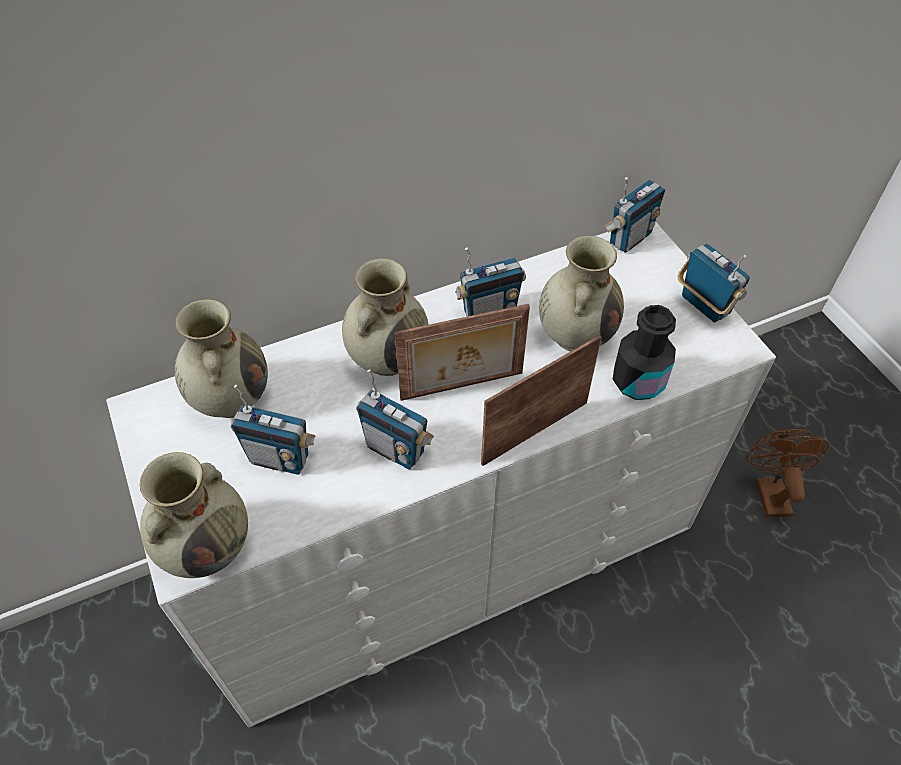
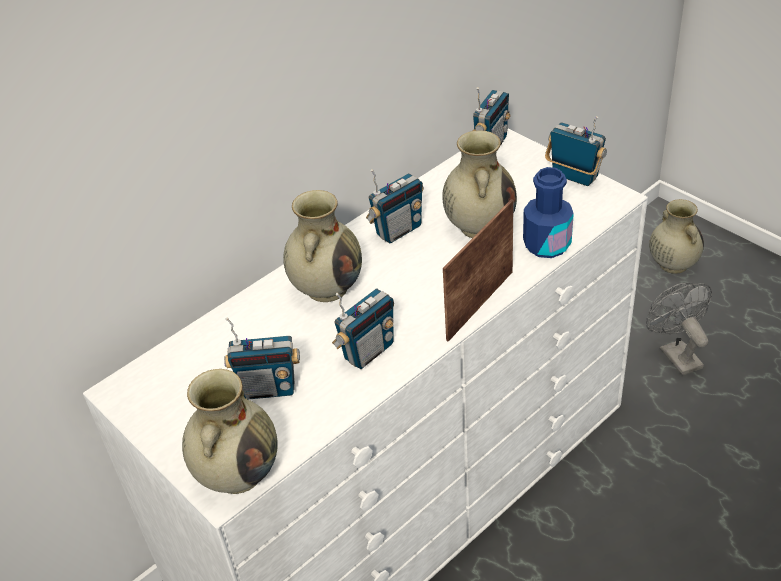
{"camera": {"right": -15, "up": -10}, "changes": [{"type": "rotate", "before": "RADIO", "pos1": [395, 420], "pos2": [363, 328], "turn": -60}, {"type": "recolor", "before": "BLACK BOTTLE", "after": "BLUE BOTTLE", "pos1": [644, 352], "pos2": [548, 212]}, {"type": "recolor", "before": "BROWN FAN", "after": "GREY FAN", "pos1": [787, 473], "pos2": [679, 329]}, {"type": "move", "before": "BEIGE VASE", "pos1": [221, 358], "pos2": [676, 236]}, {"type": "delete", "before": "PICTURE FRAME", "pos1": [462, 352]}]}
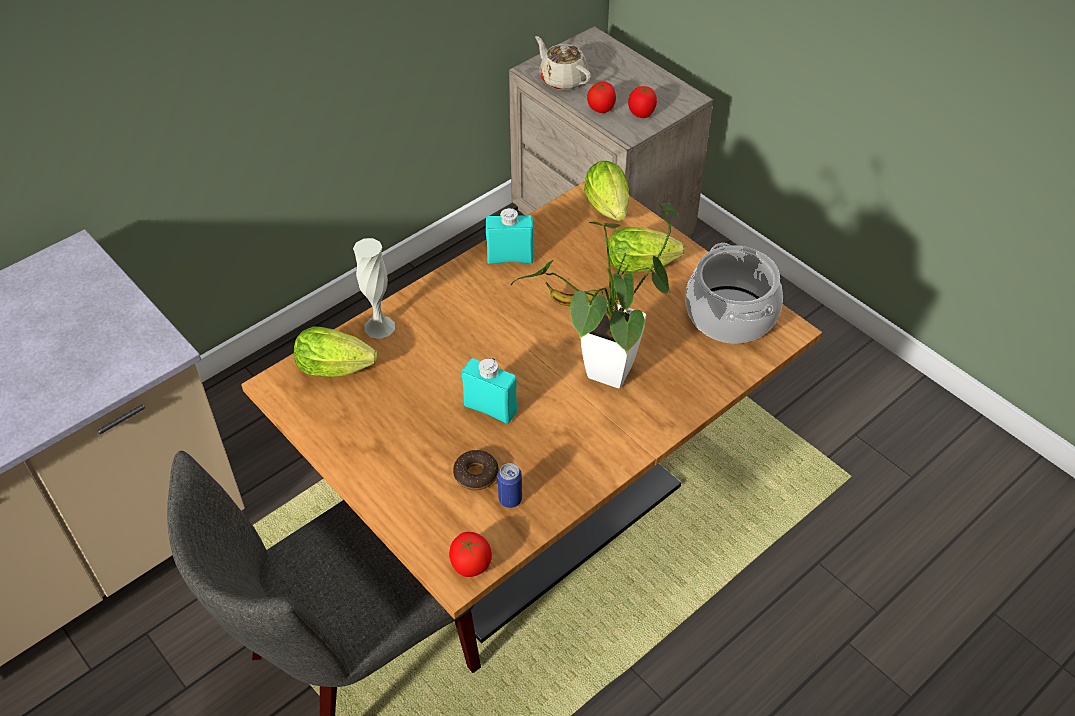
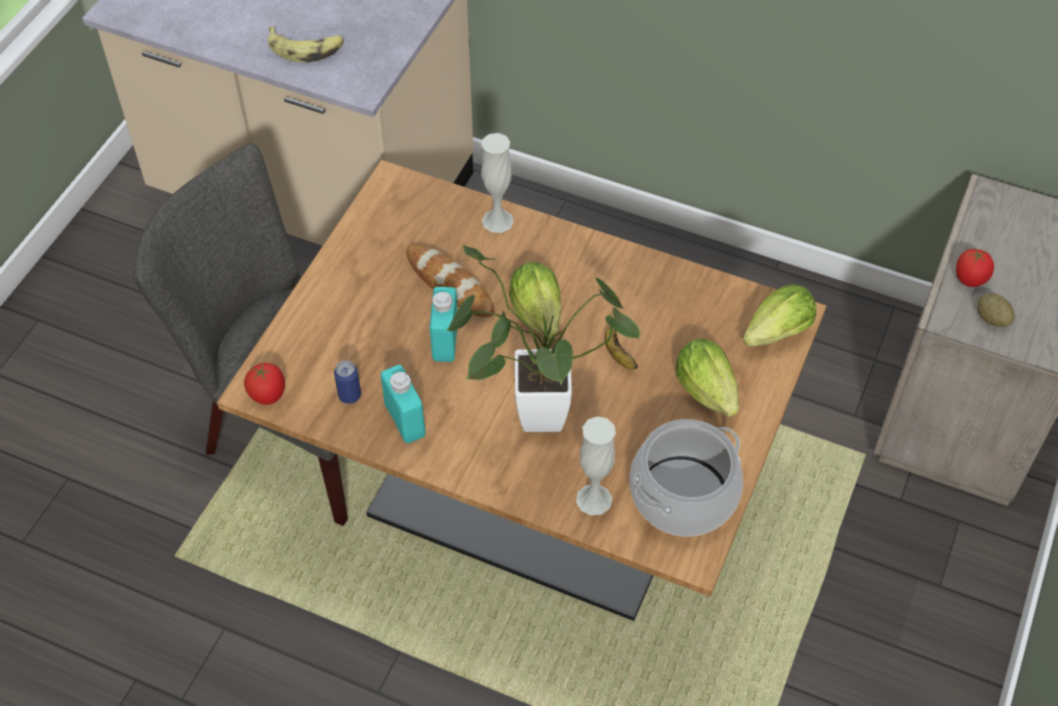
{"camera": {"right": 65, "up": 5}, "changes": [{"type": "insert", "after": "BANANA", "pos2": [306, 44]}, {"type": "move", "before": "TURQUOISE BOTTLE", "pos1": [509, 235], "pos2": [403, 404]}, {"type": "insert", "after": "BREAD", "pos2": [450, 280]}, {"type": "move", "before": "LETTUCE", "pos1": [335, 351], "pos2": [535, 300]}, {"type": "insert", "after": "WHITE VASE", "pos2": [596, 466]}, {"type": "replace", "before": "TOMATO", "after": "POTATO", "pos1": [642, 102], "pos2": [996, 310]}, {"type": "delete", "before": "DONUT", "pos1": [476, 470]}, {"type": "delete", "before": "BEIGE TEAPOT", "pos1": [563, 63]}]}
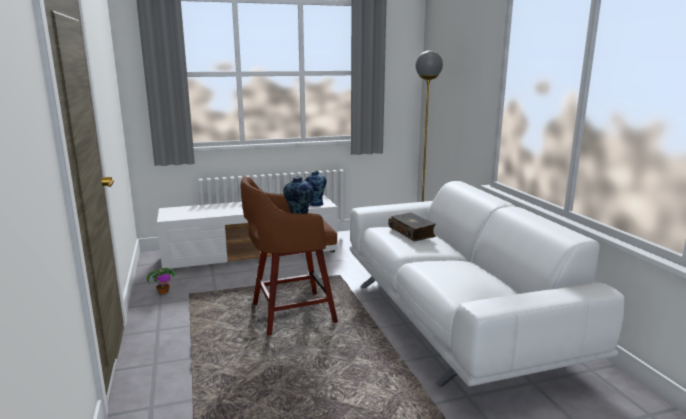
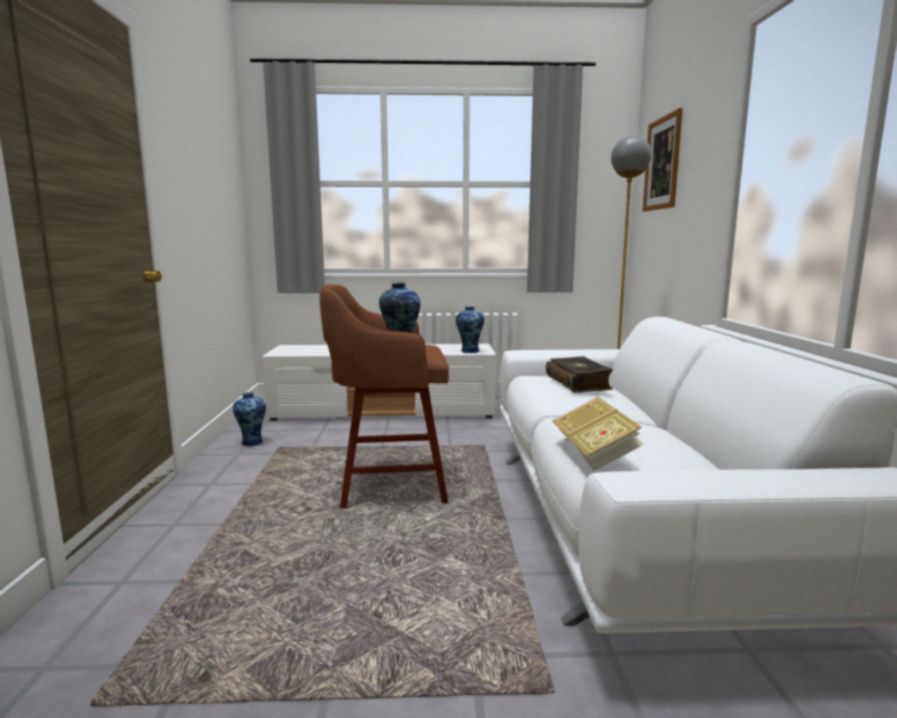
{"camera": {"right": 15, "up": -5}, "changes": [{"type": "replace", "before": "POTTED PLANT", "after": "VASE", "pos1": [161, 281], "pos2": [249, 419]}, {"type": "insert", "after": "BOOK", "pos2": [598, 434]}, {"type": "insert", "after": "PICTURE", "pos2": [663, 160]}]}
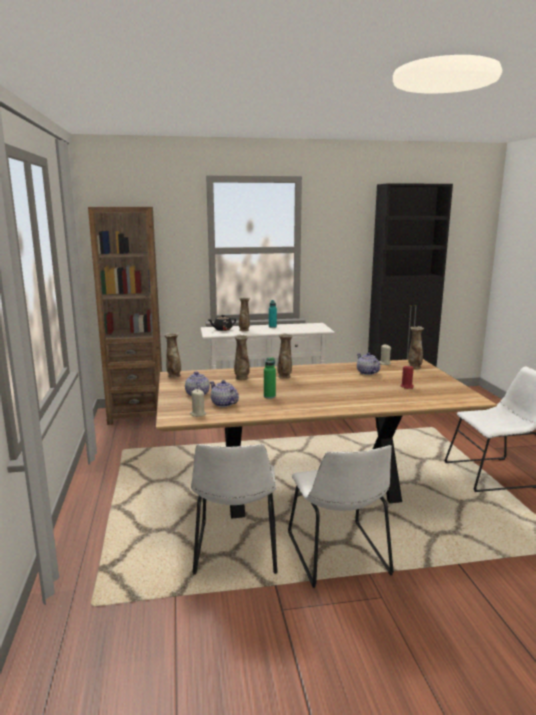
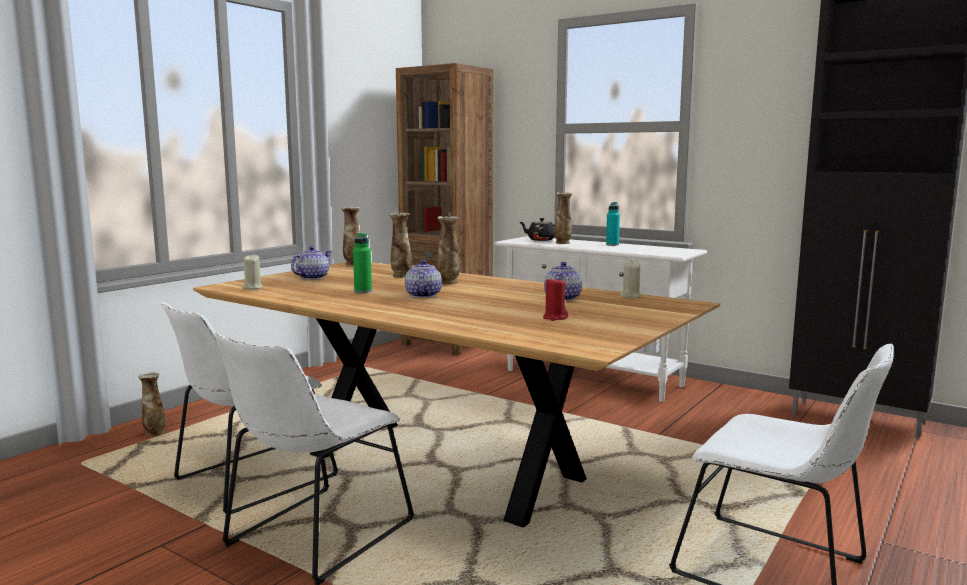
{"camera": {"right": 45, "up": -5}, "changes": [{"type": "move", "before": "VASE", "pos1": [416, 347], "pos2": [151, 404]}, {"type": "move", "before": "TEAPOT", "pos1": [224, 393], "pos2": [423, 279]}]}
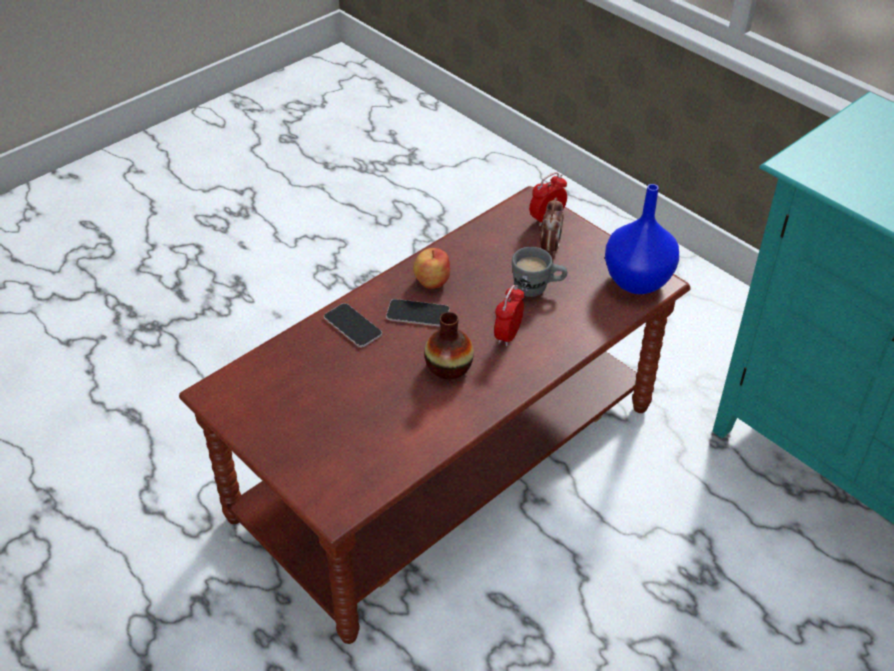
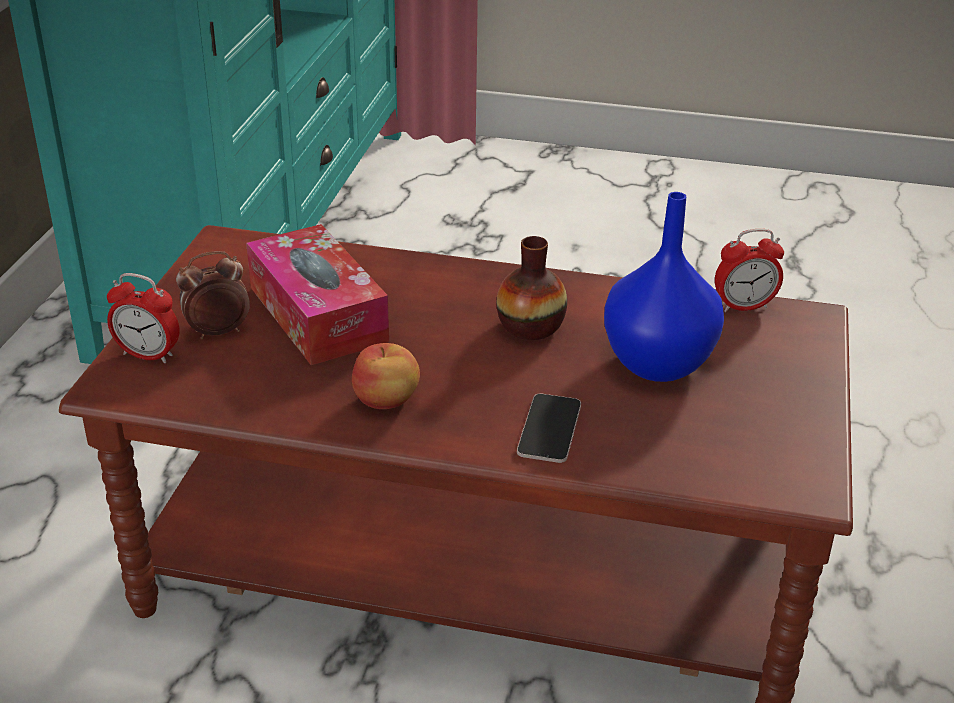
{"camera": {"right": -125, "up": -10}, "changes": [{"type": "replace", "before": "GREY MUG", "after": "TISSUE BOX", "pos1": [539, 272], "pos2": [317, 294]}, {"type": "move", "before": "BLUE VASE", "pos1": [642, 239], "pos2": [664, 287]}, {"type": "move", "before": "ALARM CLOCK", "pos1": [509, 315], "pos2": [749, 270]}, {"type": "delete", "before": "PHONE", "pos1": [418, 313]}]}
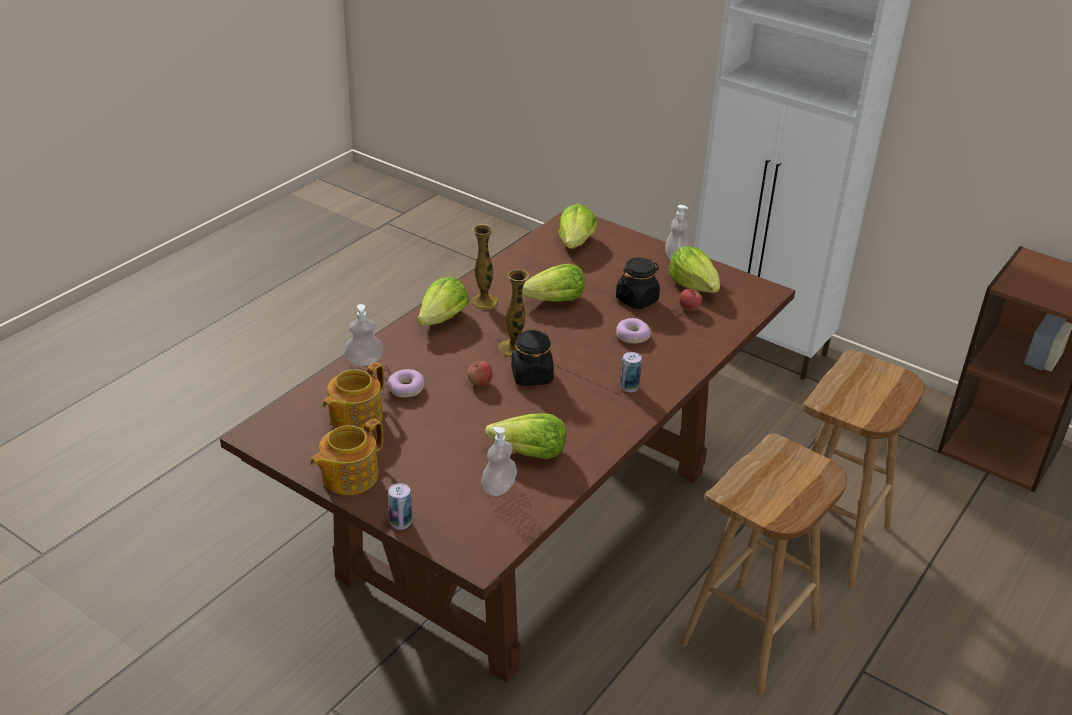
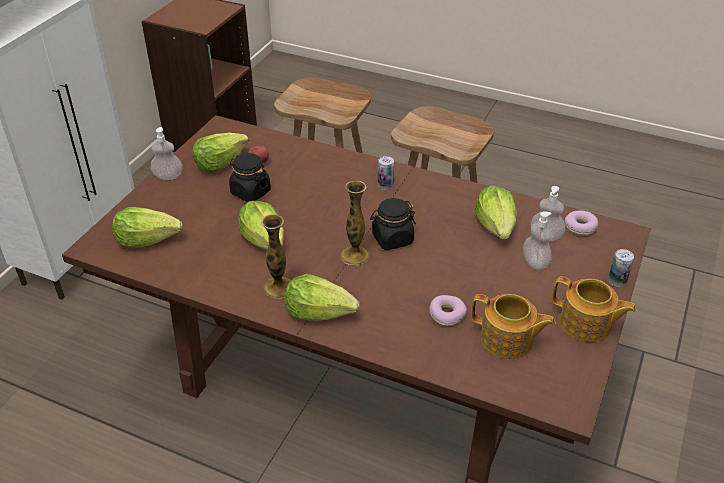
{"camera": {"right": -100, "up": 5}, "changes": [{"type": "move", "before": "SOAP DISPENSER", "pos1": [364, 335], "pos2": [537, 241]}, {"type": "move", "before": "DONUT", "pos1": [633, 331], "pos2": [582, 223]}, {"type": "delete", "before": "APPLE", "pos1": [480, 374]}]}
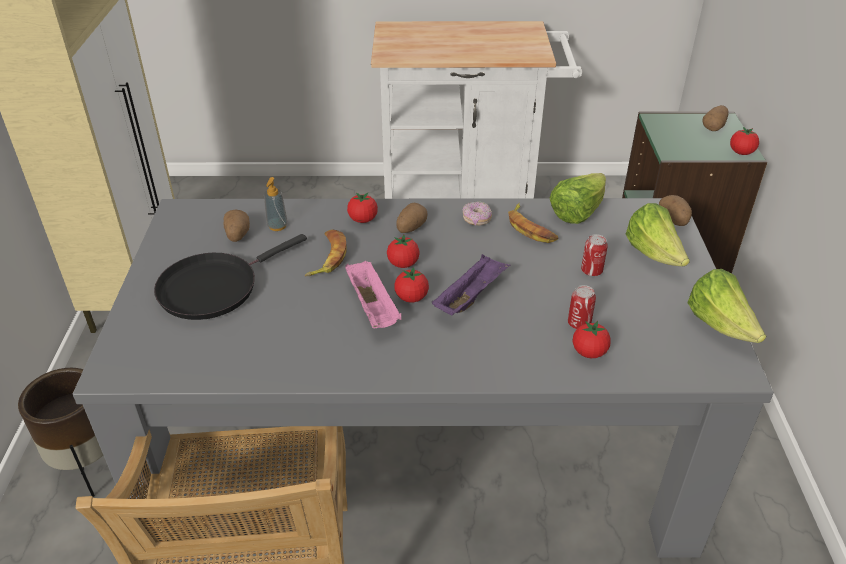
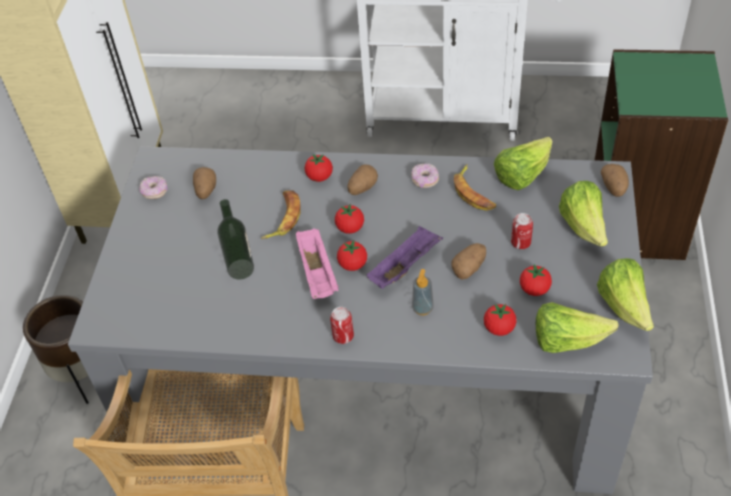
{"camera": {"right": 10, "up": 10}, "changes": [{"type": "insert", "after": "DONUT", "pos2": [153, 187]}, {"type": "insert", "after": "BOTTLE", "pos2": [235, 239]}, {"type": "move", "before": "CAN", "pos1": [582, 307], "pos2": [342, 325]}, {"type": "move", "before": "SOAP DISPENSER", "pos1": [276, 204], "pos2": [423, 292]}, {"type": "move", "before": "POTATO", "pos1": [715, 118], "pos2": [468, 261]}, {"type": "move", "before": "TOMATO", "pos1": [744, 141], "pos2": [536, 280]}, {"type": "insert", "after": "LETTUCE", "pos2": [577, 327]}, {"type": "delete", "before": "BLACK FRYING PAN", "pos1": [230, 277]}]}
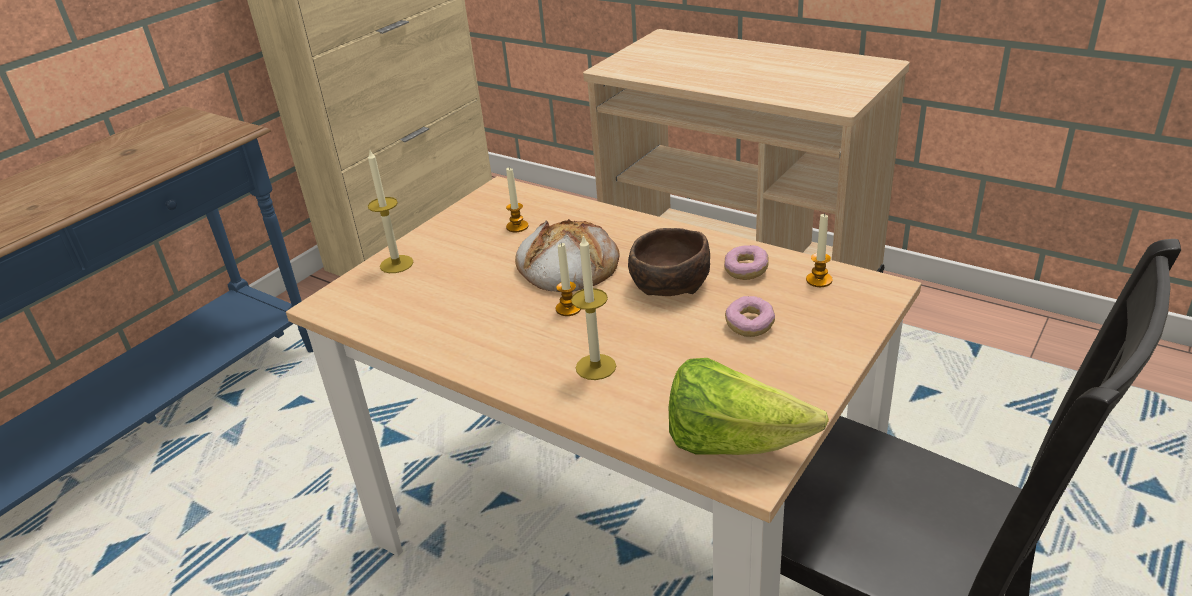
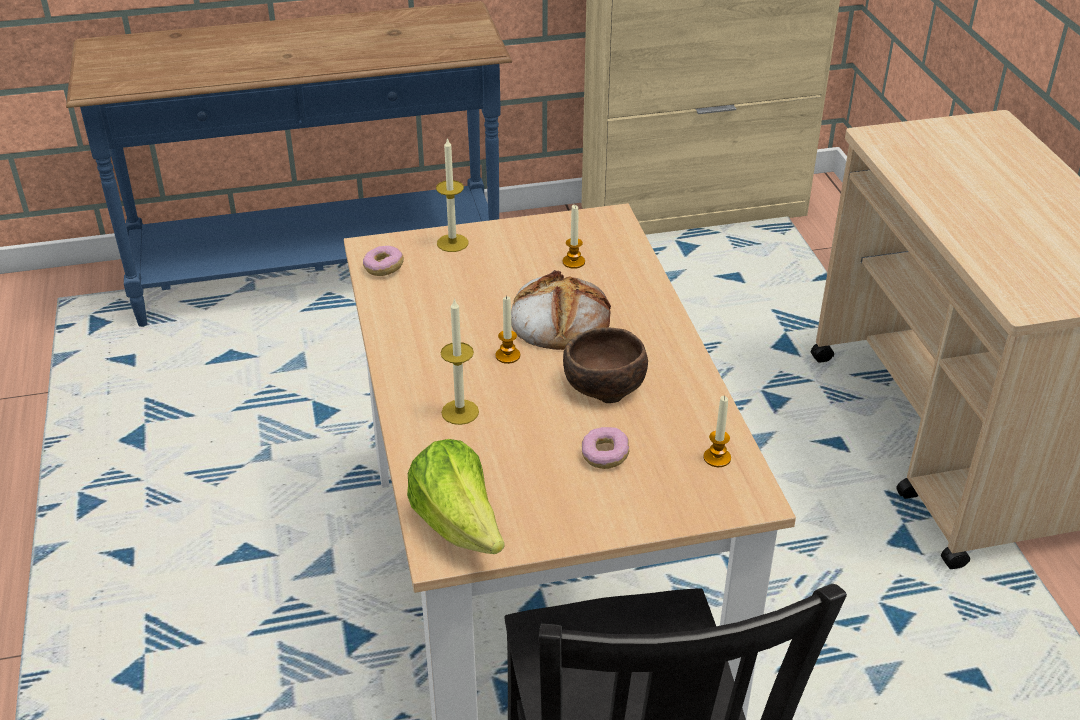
{"camera": {"right": 40, "up": 5}, "changes": [{"type": "move", "before": "DONUT", "pos1": [746, 262], "pos2": [383, 261]}]}
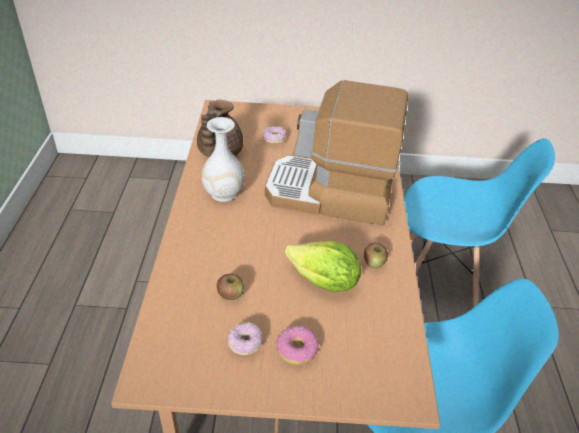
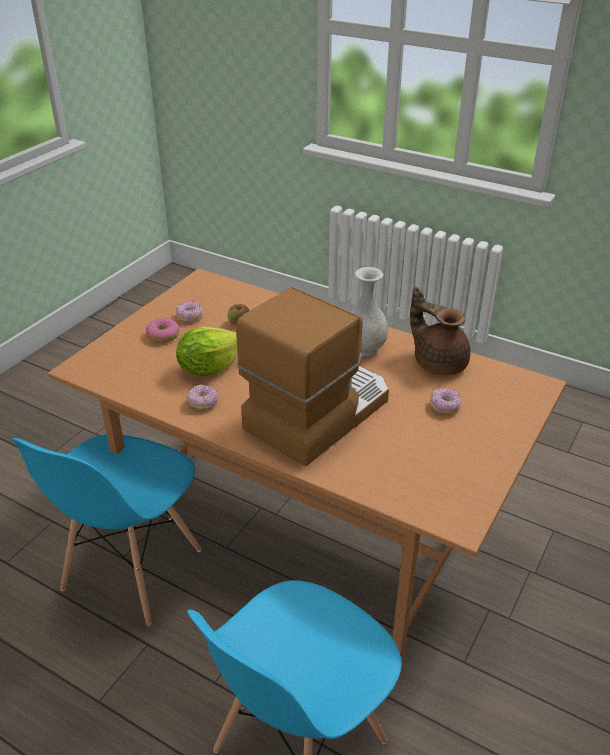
{"camera": {"right": 120, "up": -5}, "changes": [{"type": "replace", "before": "APPLE", "after": "DONUT", "pos1": [376, 255], "pos2": [202, 397]}]}
